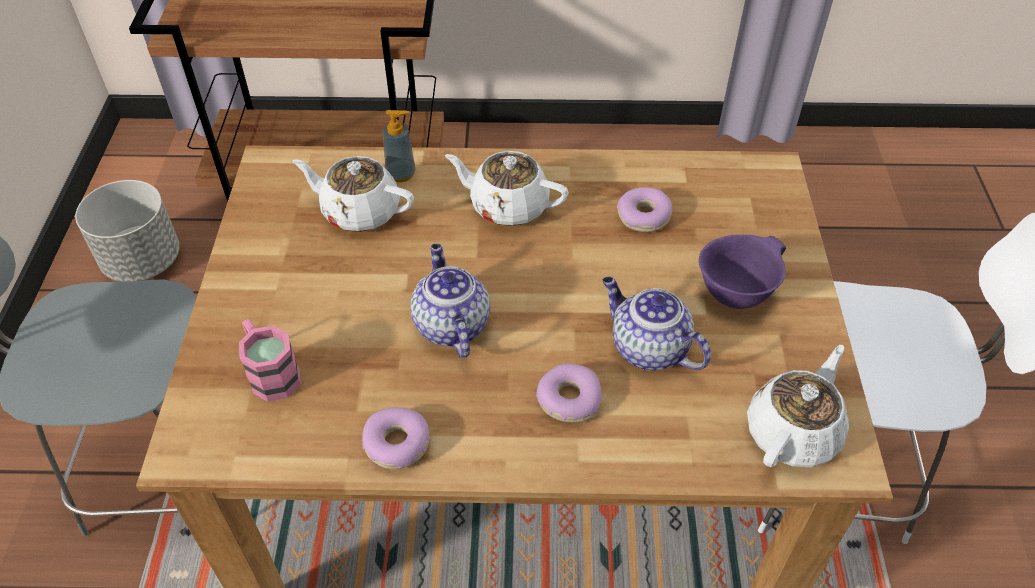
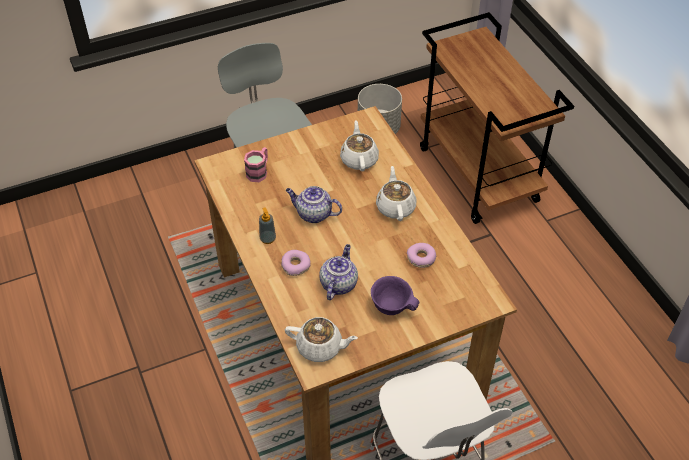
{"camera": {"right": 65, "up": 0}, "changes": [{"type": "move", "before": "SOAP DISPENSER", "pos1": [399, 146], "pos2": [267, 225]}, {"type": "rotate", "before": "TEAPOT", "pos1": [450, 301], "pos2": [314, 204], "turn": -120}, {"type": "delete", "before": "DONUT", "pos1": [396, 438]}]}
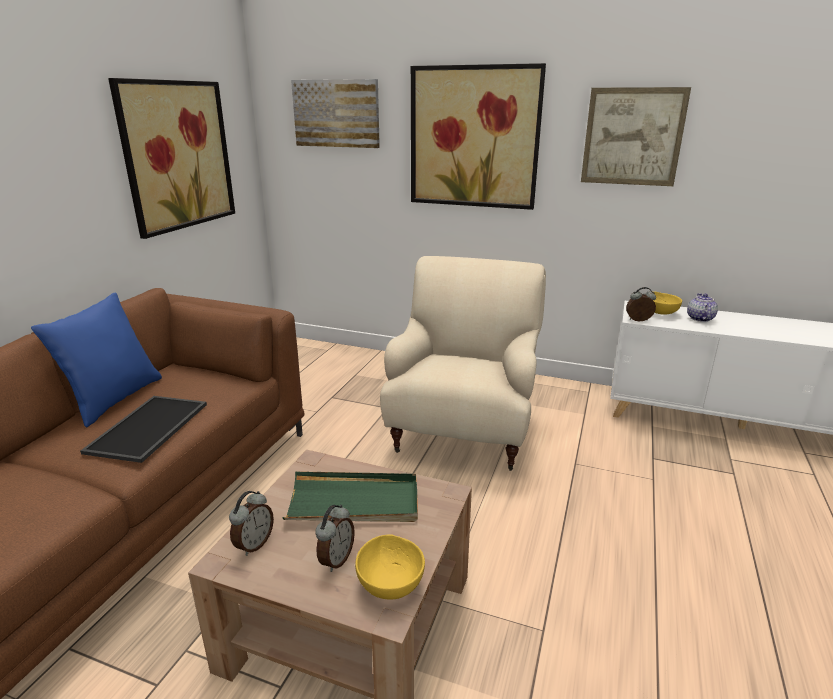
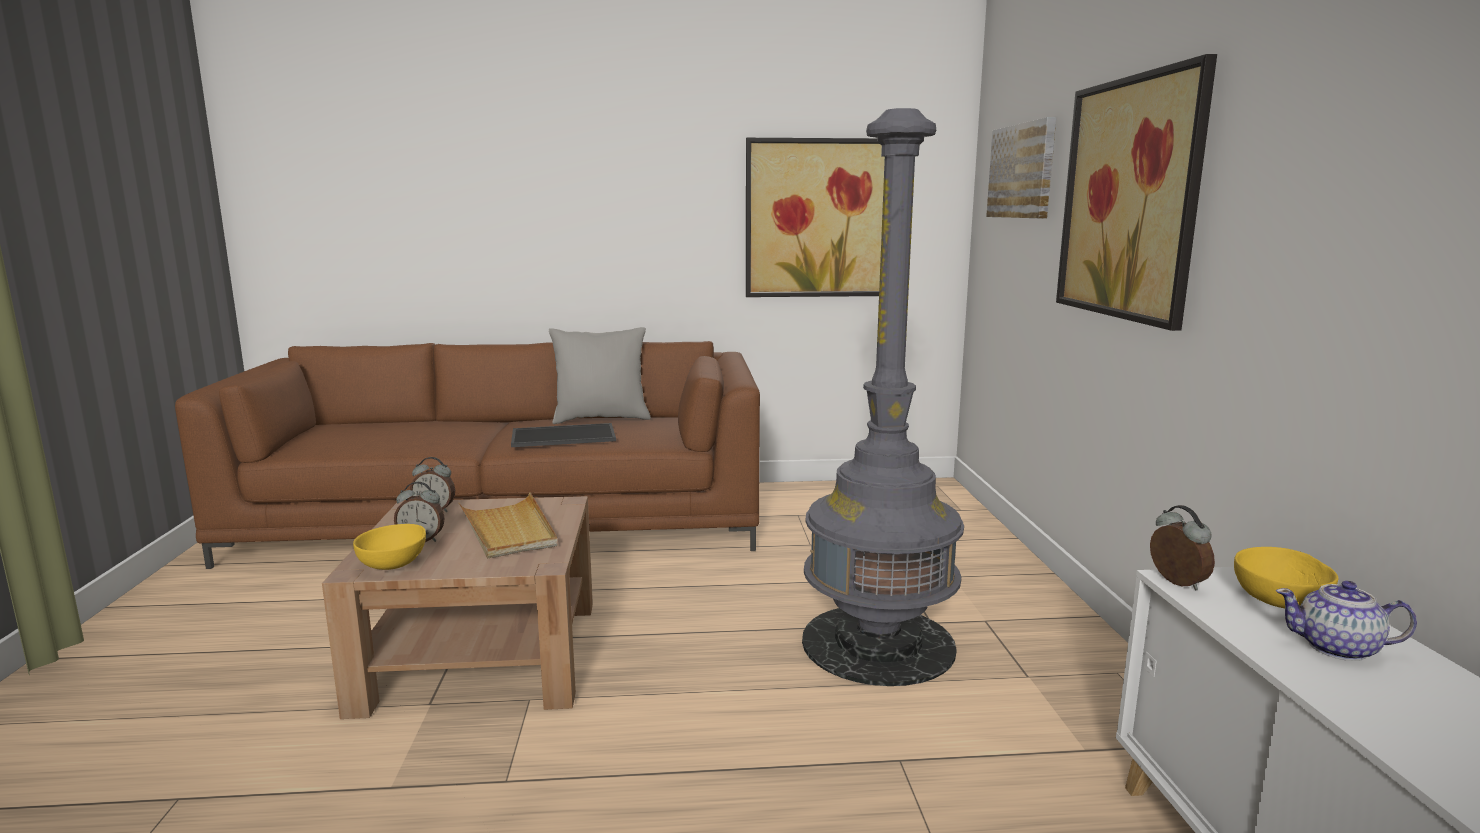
{"camera": {"right": 65, "up": -10}, "changes": [{"type": "recolor", "before": "GREEN TRAY", "after": "BEIGE TRAY", "pos1": [350, 496], "pos2": [508, 525]}, {"type": "recolor", "before": "BLUE PILLOW", "after": "GREY PILLOW", "pos1": [96, 360], "pos2": [600, 375]}, {"type": "replace", "before": "BEIGE ARMCHAIR", "after": "GREY FLOOR LAMP", "pos1": [463, 363], "pos2": [883, 397]}, {"type": "rotate", "before": "TEAPOT", "pos1": [702, 307], "pos2": [1346, 621], "turn": -150}, {"type": "delete", "before": "PICTURE", "pos1": [636, 136]}]}
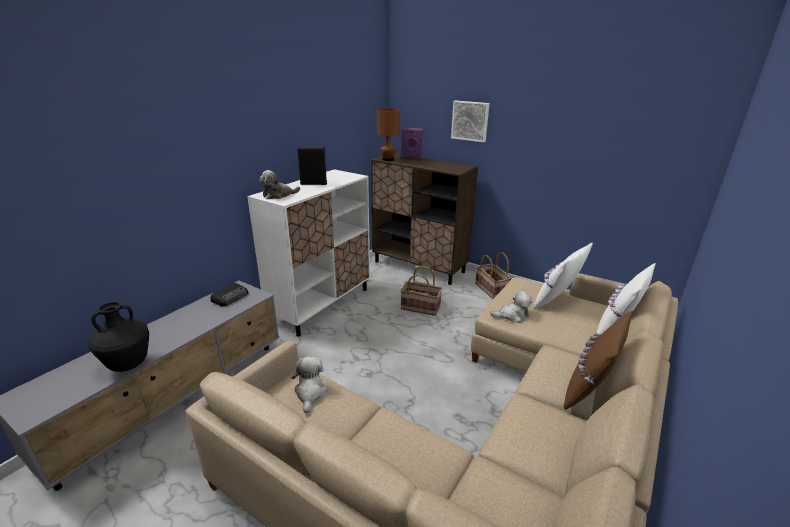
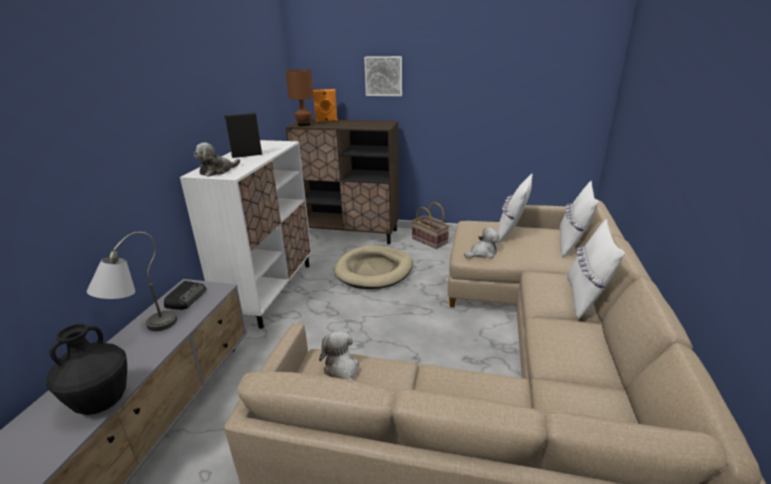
{"camera": {"right": -20, "up": 0}, "changes": [{"type": "insert", "after": "GREY TABLE LAMP", "pos2": [132, 281]}, {"type": "recolor", "before": "PURPLE SPEAKER", "after": "ORANGE SPEAKER", "pos1": [412, 143], "pos2": [325, 105]}, {"type": "replace", "before": "BASKET", "after": "BEIGE DOG BED", "pos1": [421, 291], "pos2": [373, 267]}, {"type": "recolor", "before": "BROWN PILLOW", "after": "WHITE PILLOW", "pos1": [598, 360], "pos2": [596, 269]}]}
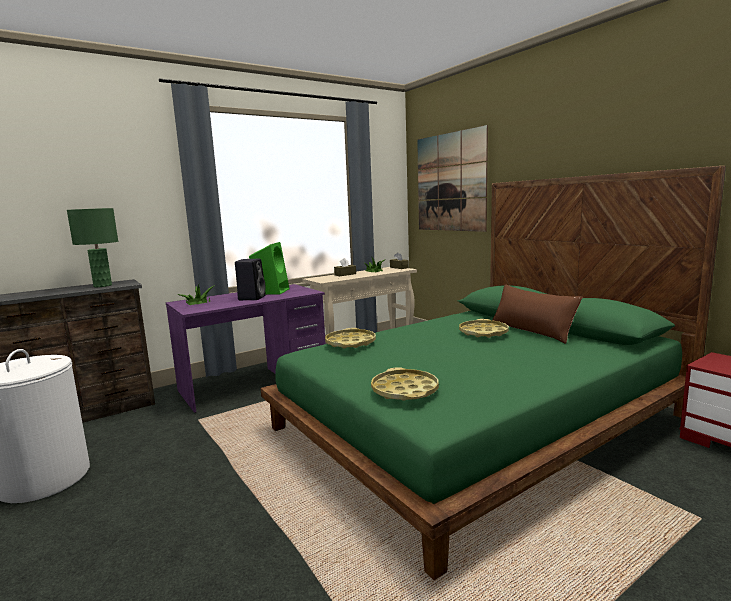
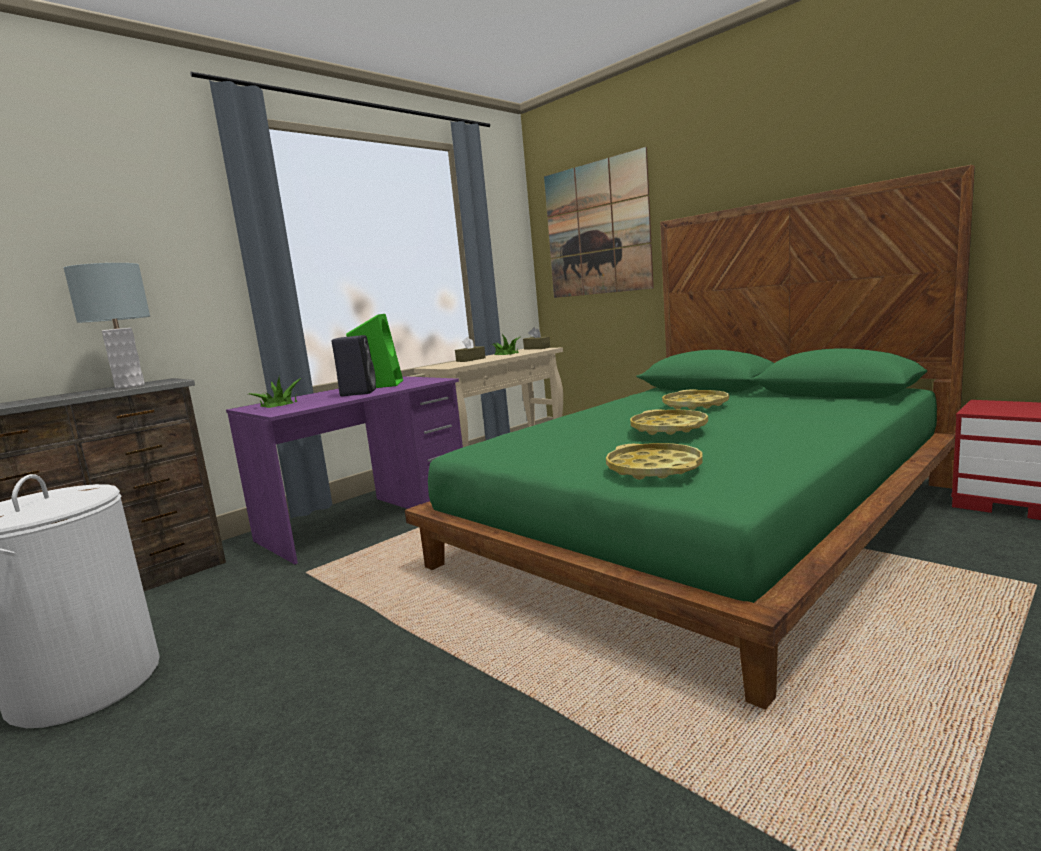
{"camera": {"right": -10, "up": 0}, "changes": [{"type": "recolor", "before": "GREEN TABLE LAMP", "after": "GREY TABLE LAMP", "pos1": [92, 247], "pos2": [107, 326]}, {"type": "move", "before": "YELLOW TRAY", "pos1": [350, 338], "pos2": [669, 422]}, {"type": "delete", "before": "BROWN PILLOW", "pos1": [537, 314]}]}
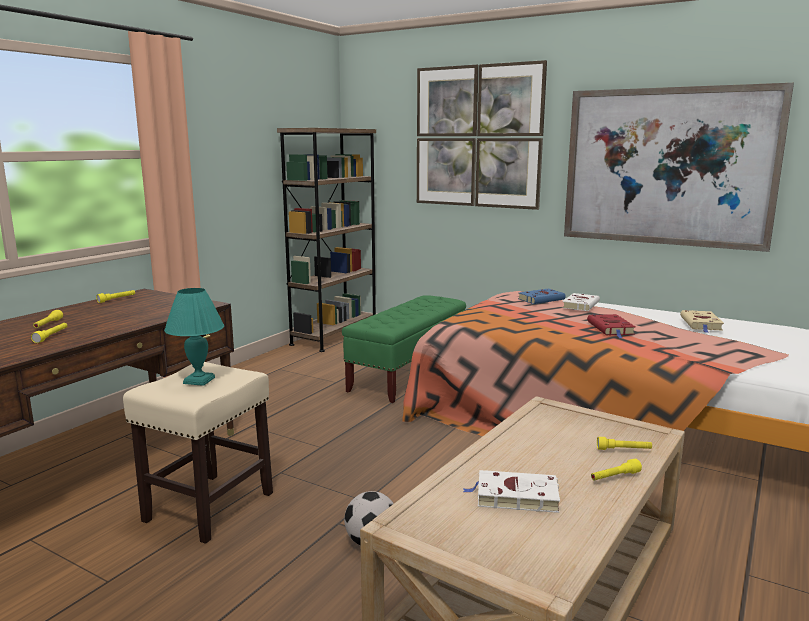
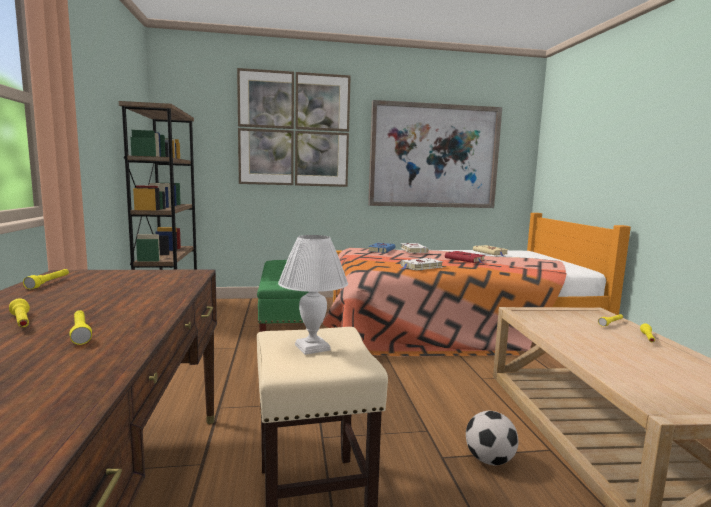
{"camera": {"right": -40, "up": -5}, "changes": [{"type": "recolor", "before": "TURQUOISE TABLE LAMP", "after": "WHITE TABLE LAMP", "pos1": [194, 337], "pos2": [313, 295]}, {"type": "move", "before": "WHITE BOOK", "pos1": [511, 491], "pos2": [421, 264]}]}
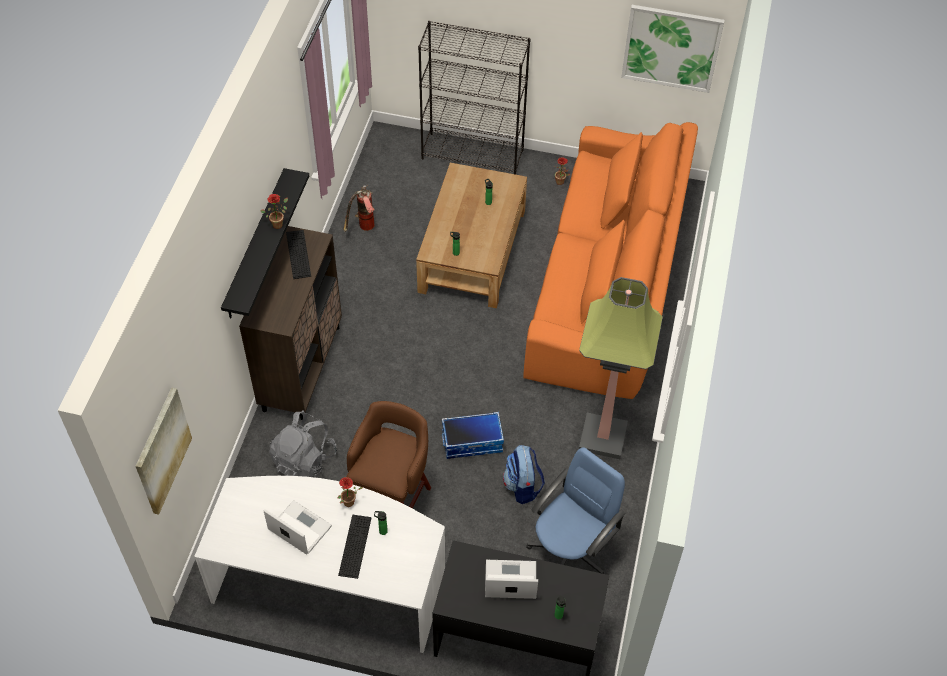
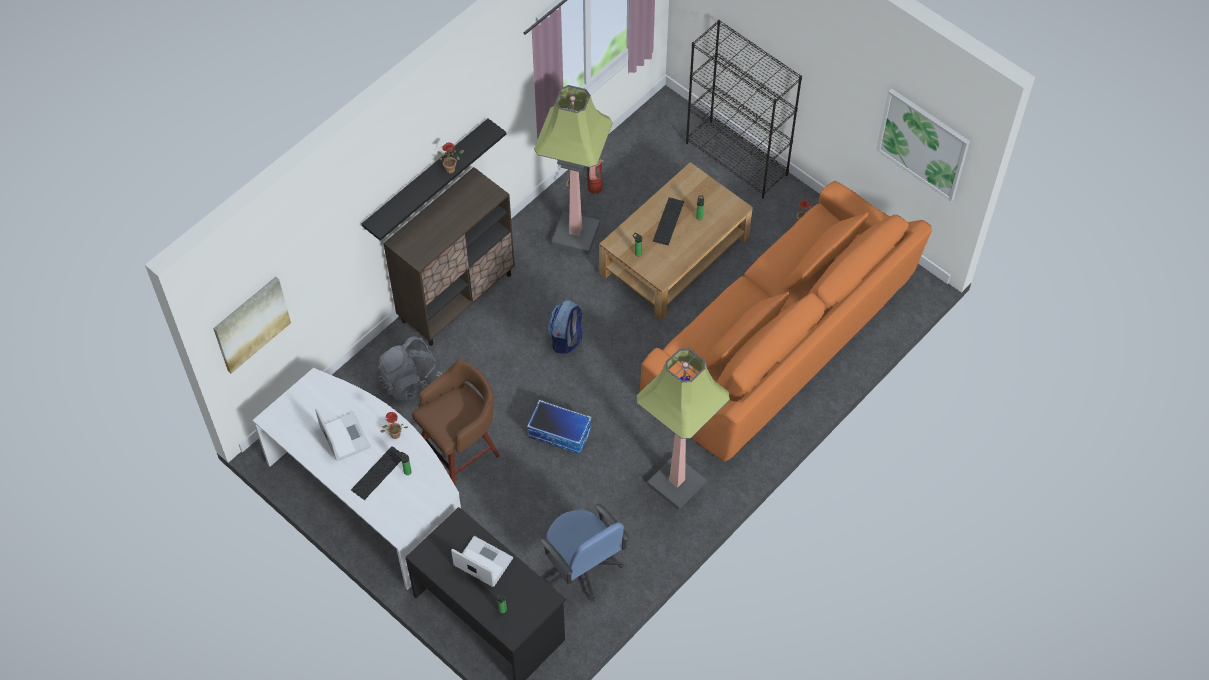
{"camera": {"right": 30, "up": 5}, "changes": [{"type": "insert", "after": "FLOOR LAMP", "pos2": [573, 170]}, {"type": "rotate", "before": "BLUE OFFICE CHAIR", "pos1": [576, 510], "pos2": [584, 553], "turn": 75}, {"type": "move", "before": "BACKPACK", "pos1": [524, 474], "pos2": [565, 327]}, {"type": "move", "before": "KEYBOARD", "pos1": [298, 254], "pos2": [668, 221]}]}
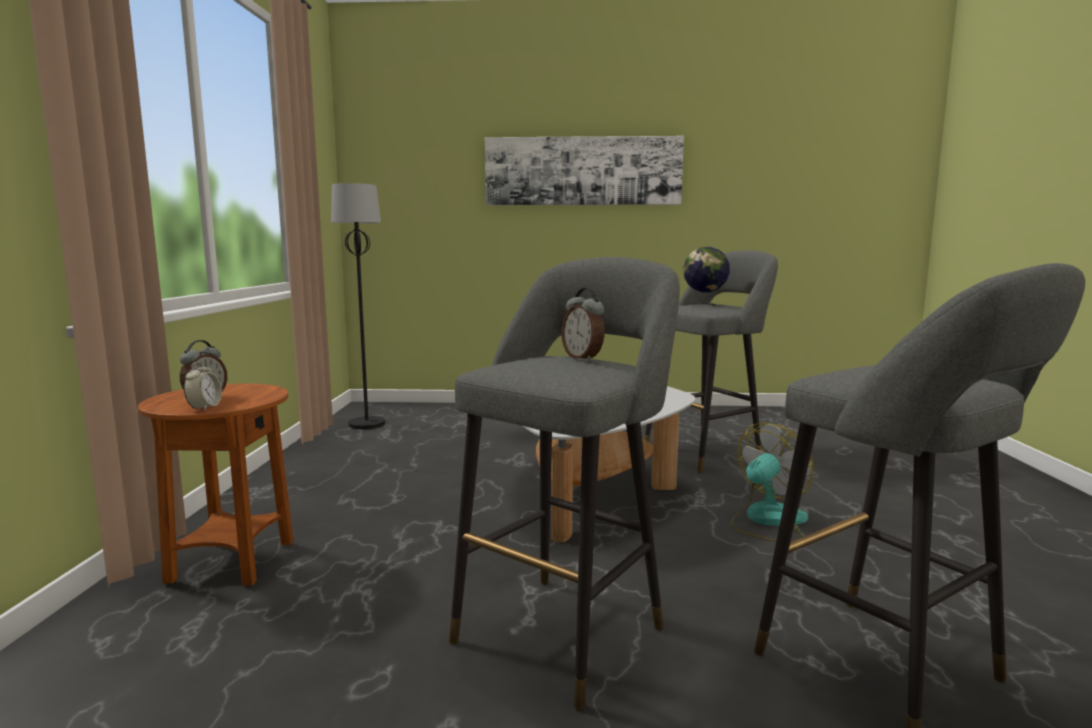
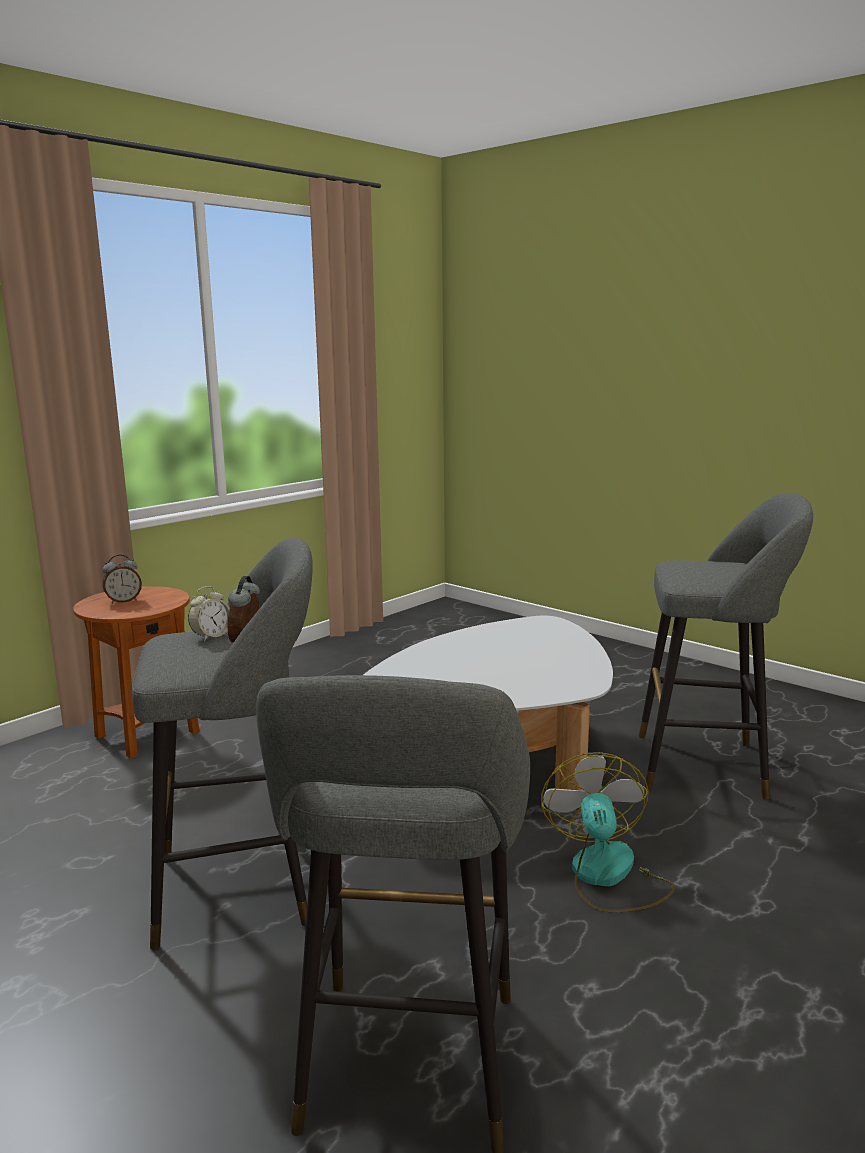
{"camera": {"right": 40, "up": 5}, "changes": [{"type": "move", "before": "ALARM CLOCK", "pos1": [203, 386], "pos2": [209, 613]}, {"type": "rotate", "before": "FAN", "pos1": [771, 482], "pos2": [608, 832], "turn": -90}, {"type": "delete", "before": "BLACK FLOOR LAMP", "pos1": [358, 306]}, {"type": "delete", "before": "PICTURE", "pos1": [584, 170]}, {"type": "delete", "before": "GLOBE", "pos1": [706, 276]}]}
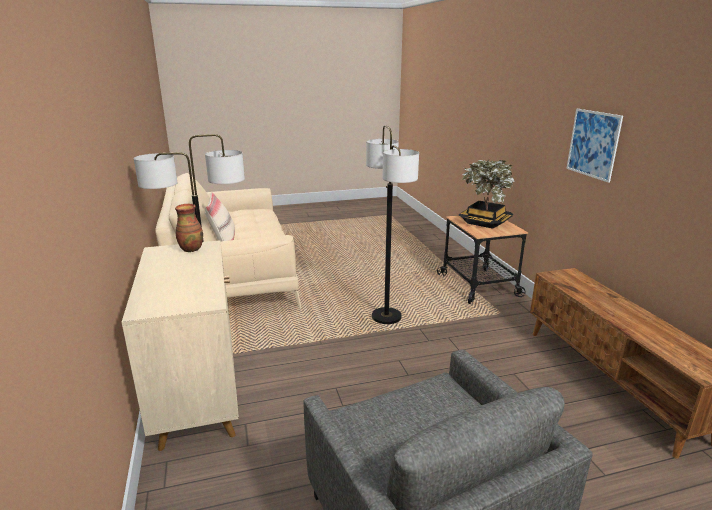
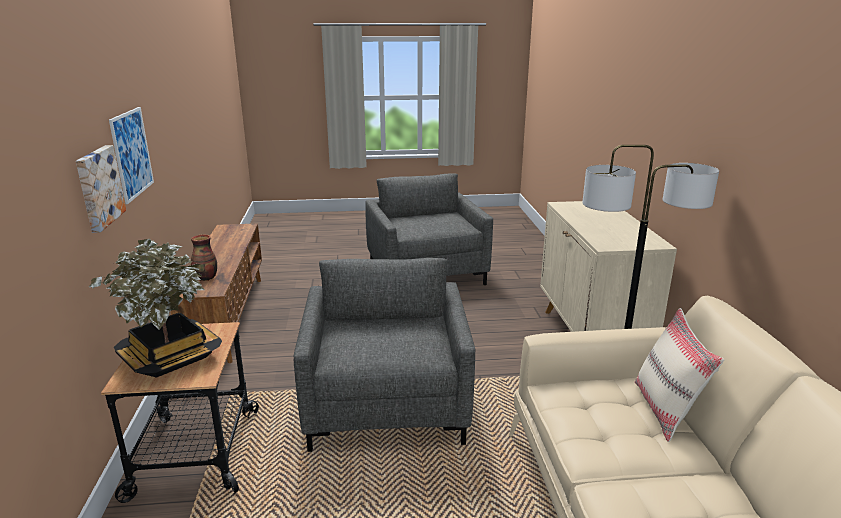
{"camera": {"right": -170, "up": 0}, "changes": [{"type": "insert", "after": "PICTURE", "pos2": [101, 189]}, {"type": "move", "before": "VASE", "pos1": [189, 228], "pos2": [204, 257]}, {"type": "replace", "before": "FLOOR LAMP", "after": "GREY ARMCHAIR", "pos1": [392, 224], "pos2": [384, 355]}]}
